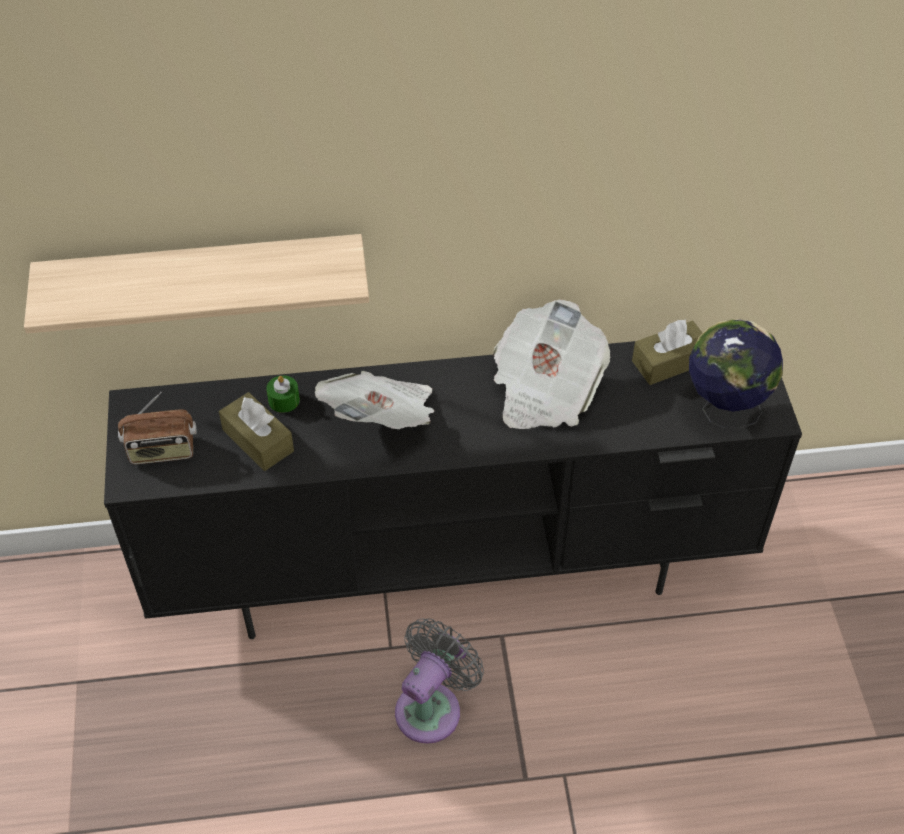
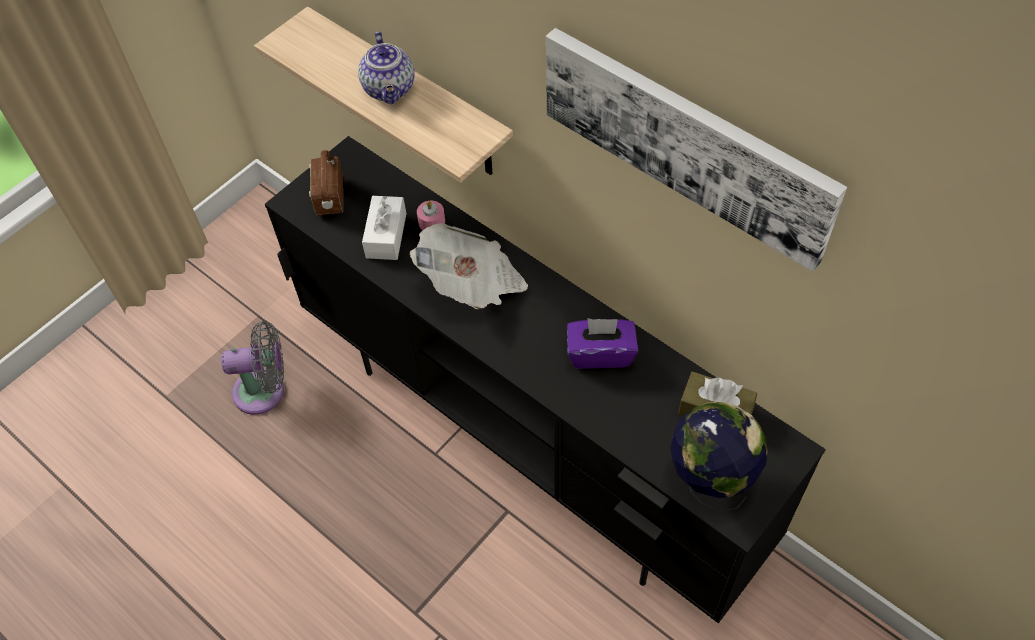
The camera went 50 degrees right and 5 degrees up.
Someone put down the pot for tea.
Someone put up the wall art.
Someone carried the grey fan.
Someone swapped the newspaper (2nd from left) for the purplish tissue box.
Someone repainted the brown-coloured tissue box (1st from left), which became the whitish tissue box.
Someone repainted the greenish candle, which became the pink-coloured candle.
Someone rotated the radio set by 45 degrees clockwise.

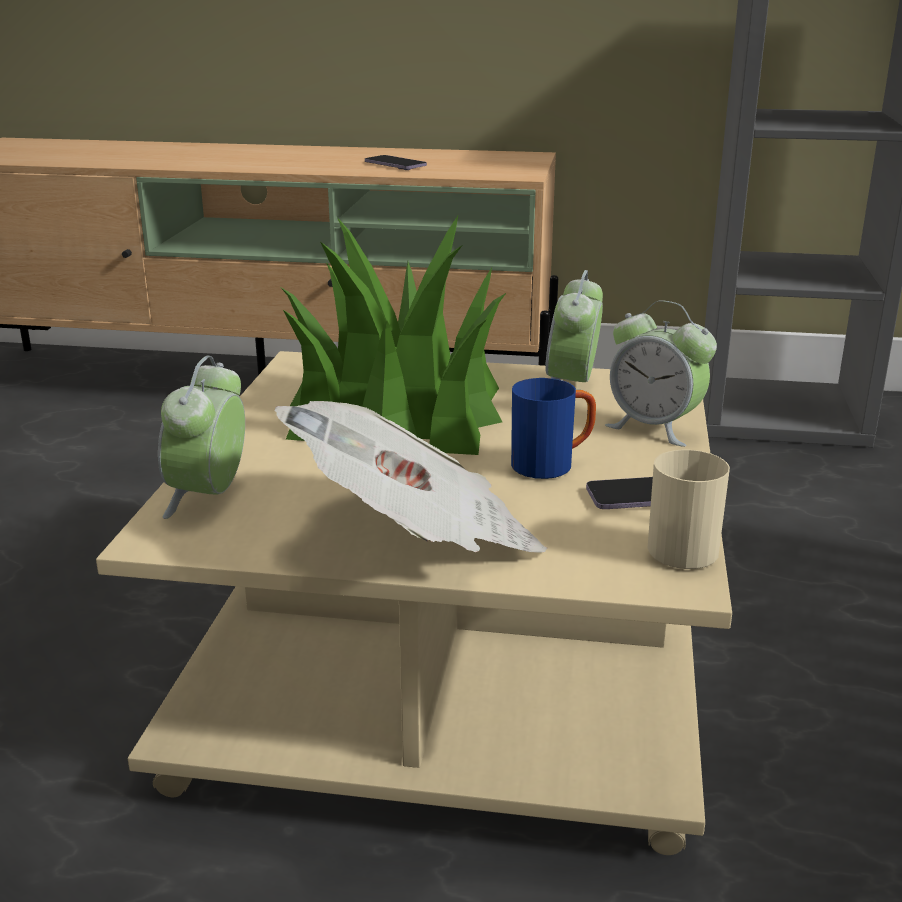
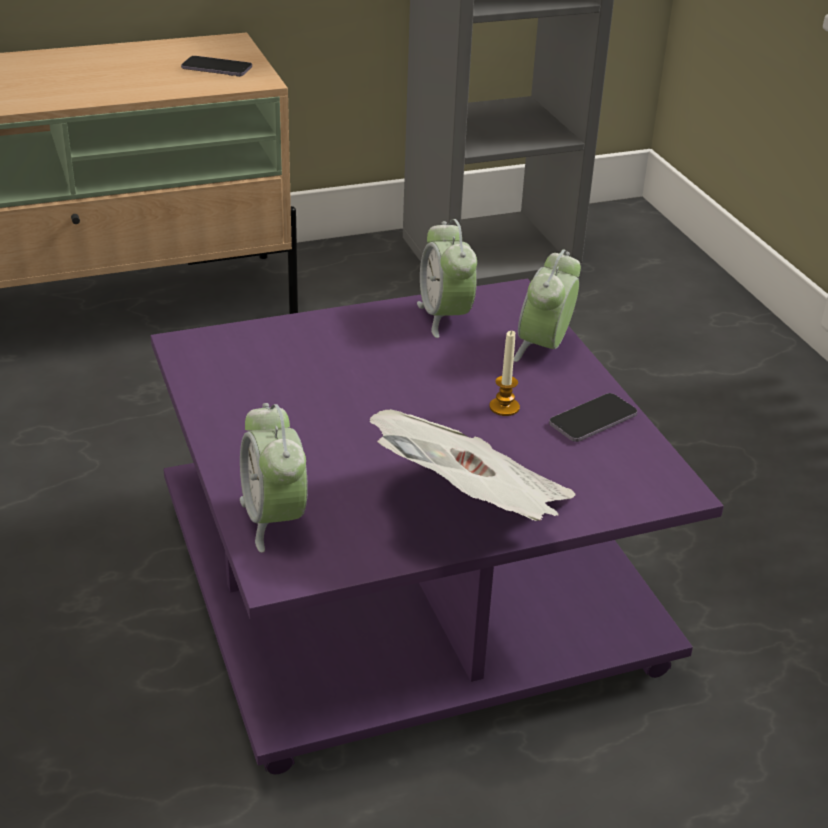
The camera went 30 degrees left and 10 degrees up.
Someone took away the houseplant.
Someone took away the beige-coloured mug.
Someone carried the handset (1st from left).
Someone swapped the blue mug for the candle.
Someone repainted the beige-coloured coffee table, which became the purplish coffee table.
Someone rotated the bedside clock (3rd from left) by 105 degrees clockwise.

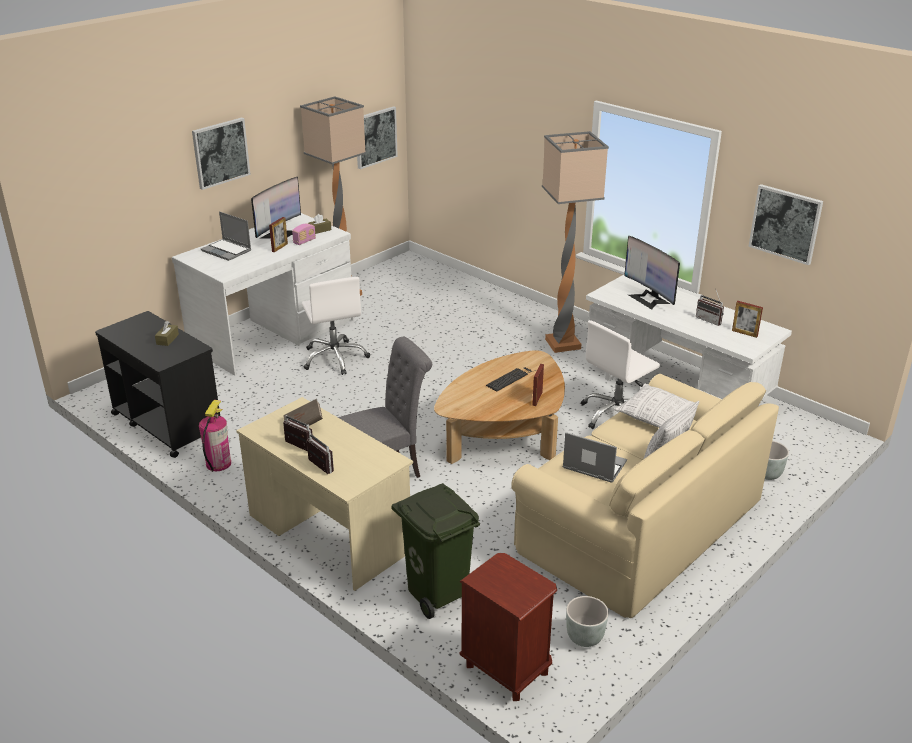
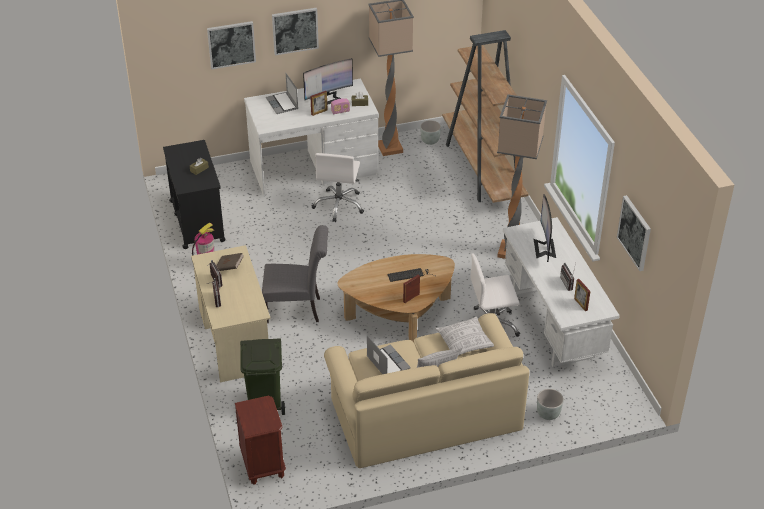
The camera went 30 degrees right and 10 degrees up.
Someone put down the brown-coloured bookshelf.
Someone carried the wall art (2nd from left in the first image).
Someone carried the grey planter (1st from left).

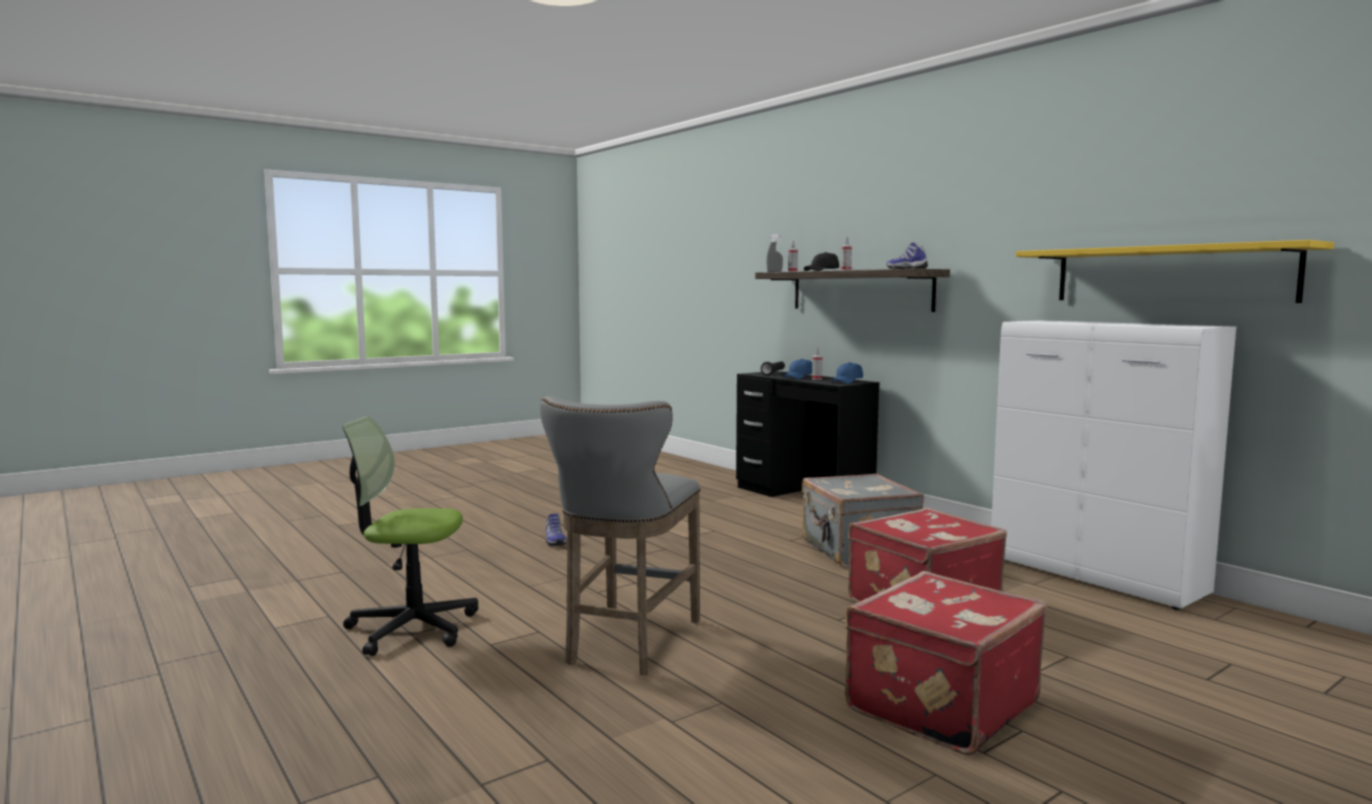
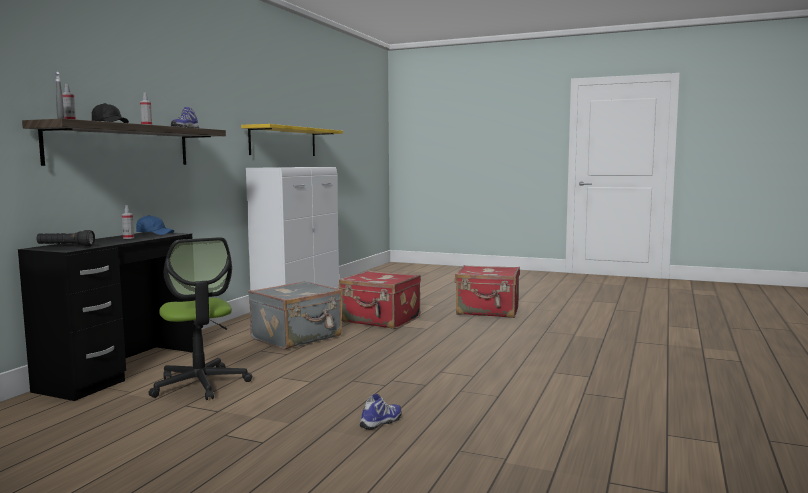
The camera went 120 degrees left and 0 degrees up.
Someone took away the grey sitting stool.
Someone took away the blue peaked cap (1st from left).
Someone carried the desk chair.

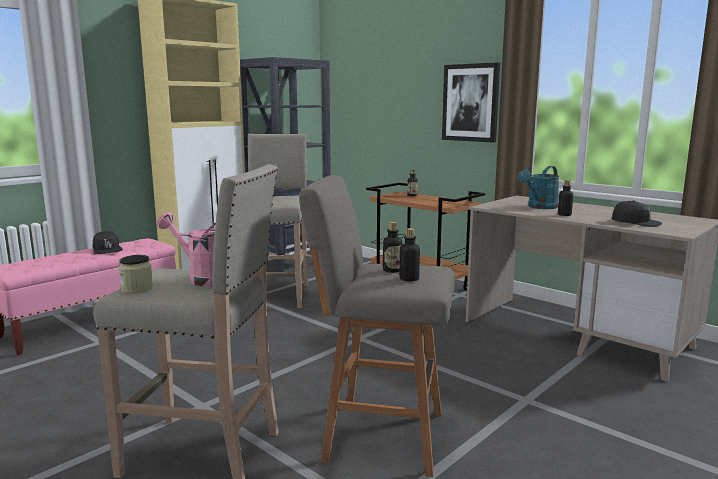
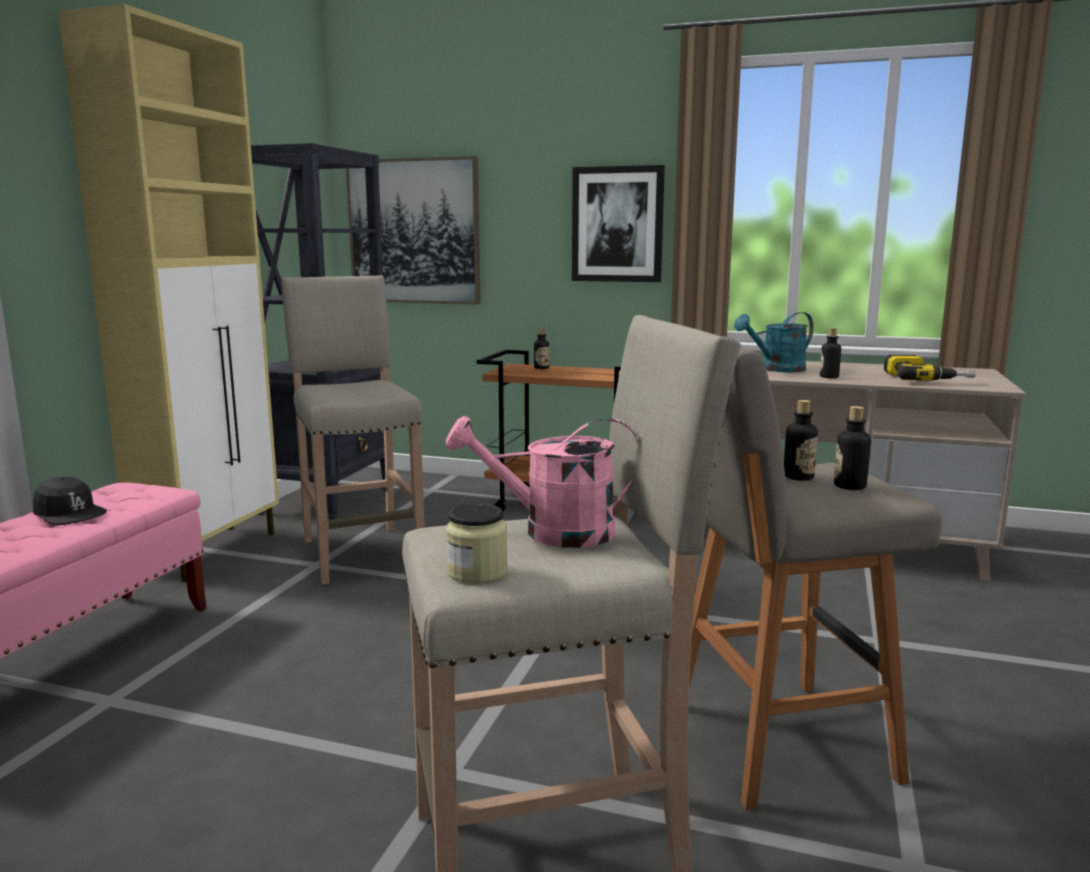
The camera went 25 degrees left and 0 degrees up.
Someone put up the wall art (1st from left).
Someone swapped the black-coloured peaked cap (2nd from left) for the drill.
Someone rotated the blue-green watering pot by 45 degrees clockwise.

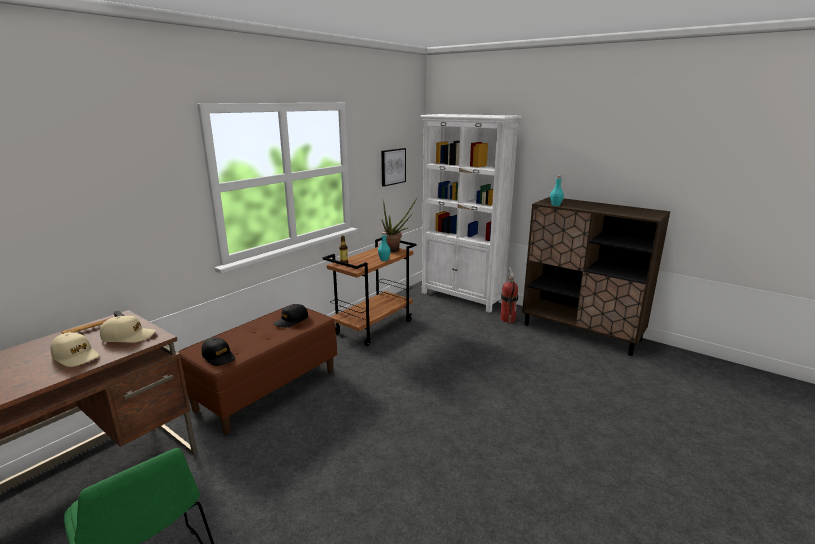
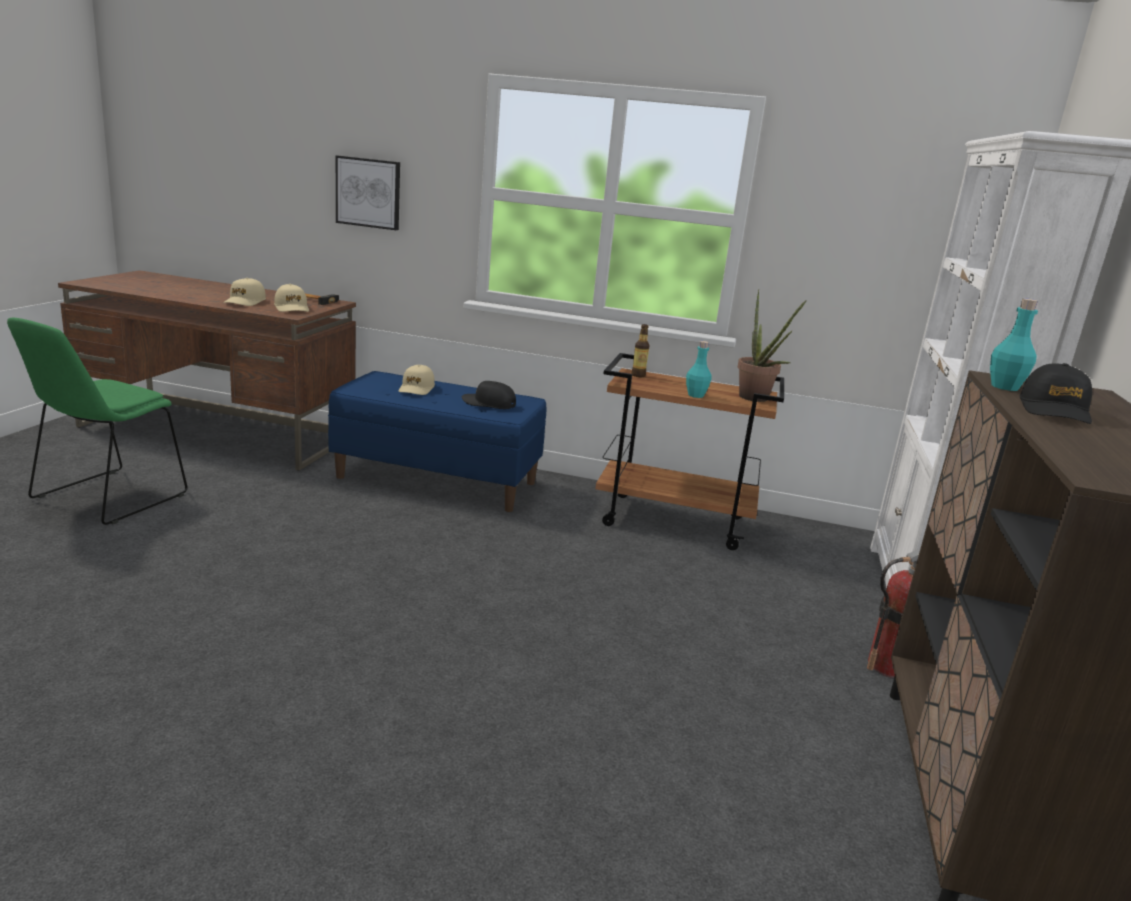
The camera went 65 degrees right and 0 degrees up.
Someone put down the beige-coloured peaked cap (3rd from left).
Someone carried the black-coloured peaked cap (1st from left in the first image).
Someone carried the wall art.
Someone repainted the brown-coloured bench, which became the blue bench.

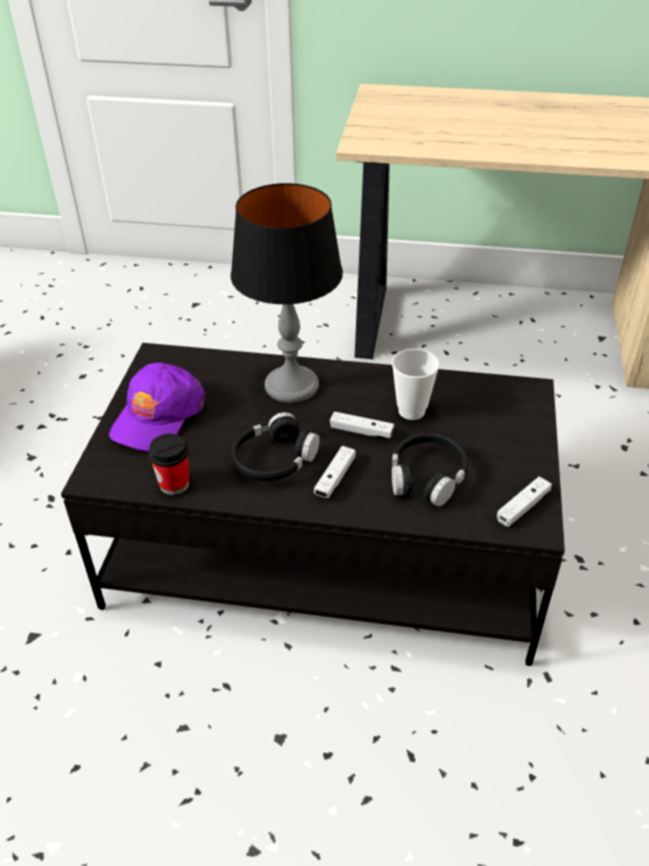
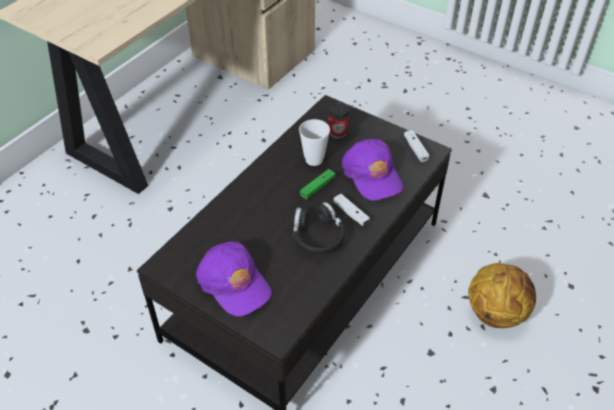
The camera went 65 degrees left and 5 degrees up.
Someone took away the lamp for a table.
Someone put down the ball for basketball.
Someone carried the drinking cup (1st from left in the first image).
Someone swapped the black-coloured pair of headphones (2nd from left) for the purplish peaked cap (2nd from left).
Someone repainted the whitish gamepad (2nd from left), which became the greenish gamepad.

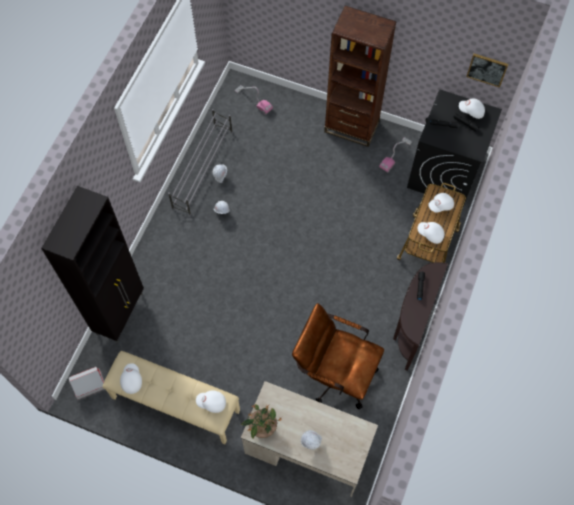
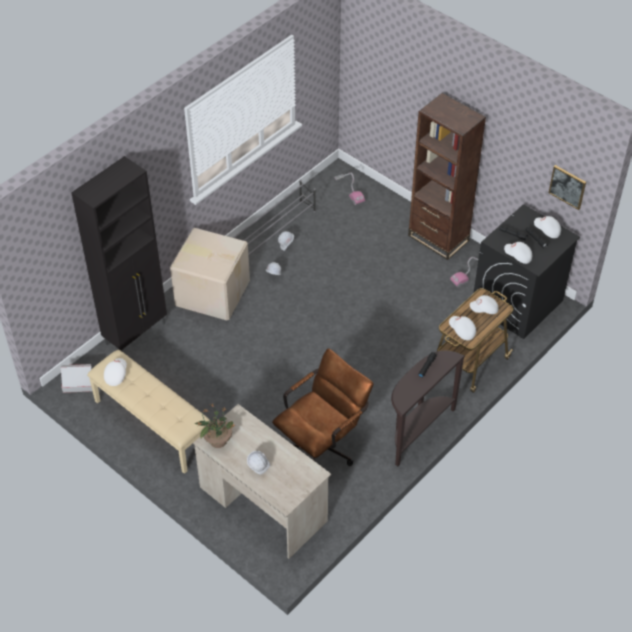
The camera went 20 degrees right and 15 degrees down.
Someone put down the cardboard box (2nd from left).
Someone carried the whitish peaked cap (2nd from left in the first image).
Someone rotated the brown-coloured desk chair by 90 degrees clockwise.

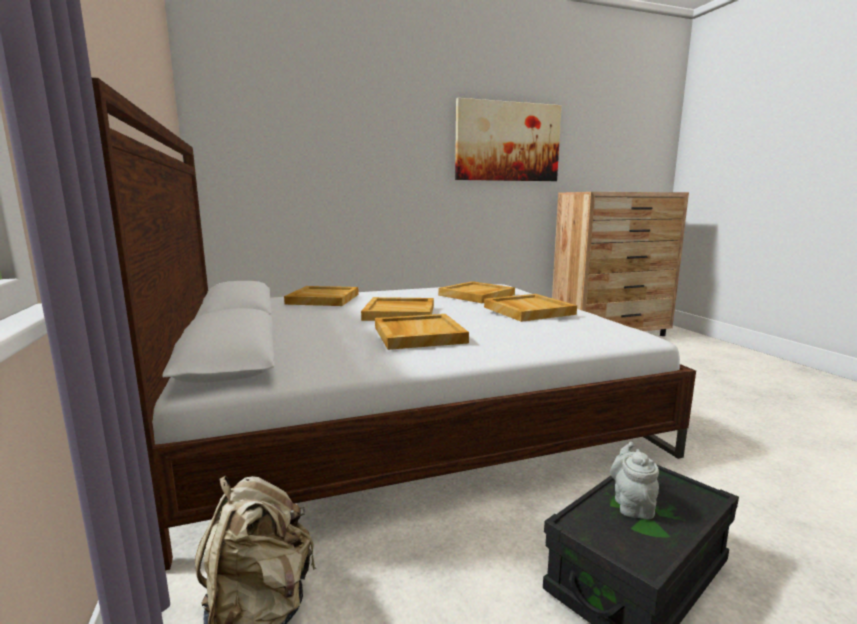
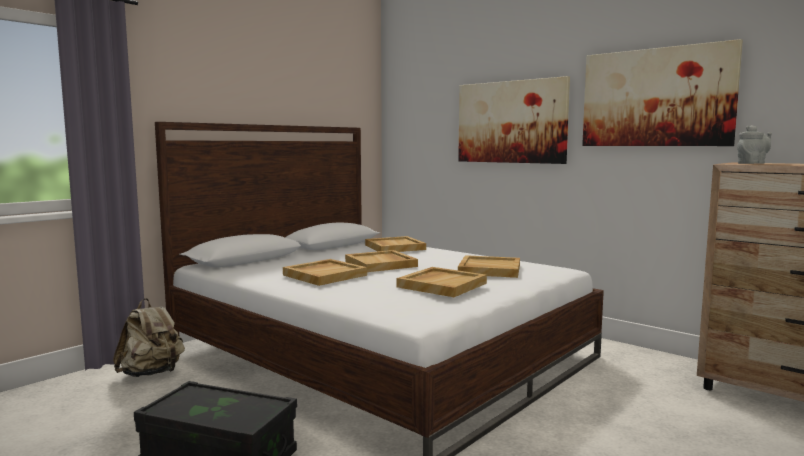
The camera went 60 degrees right and 5 degrees down.
Someone put up the wall art (1st from left).
Someone carried the grey pot for tea.

